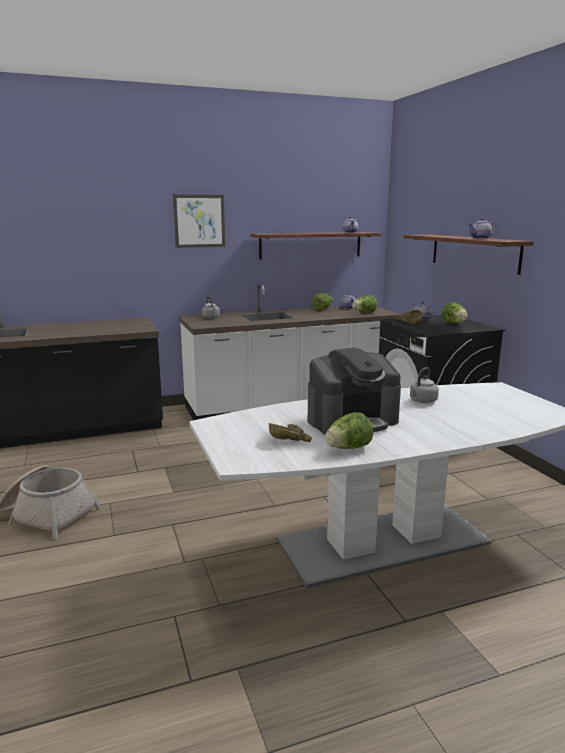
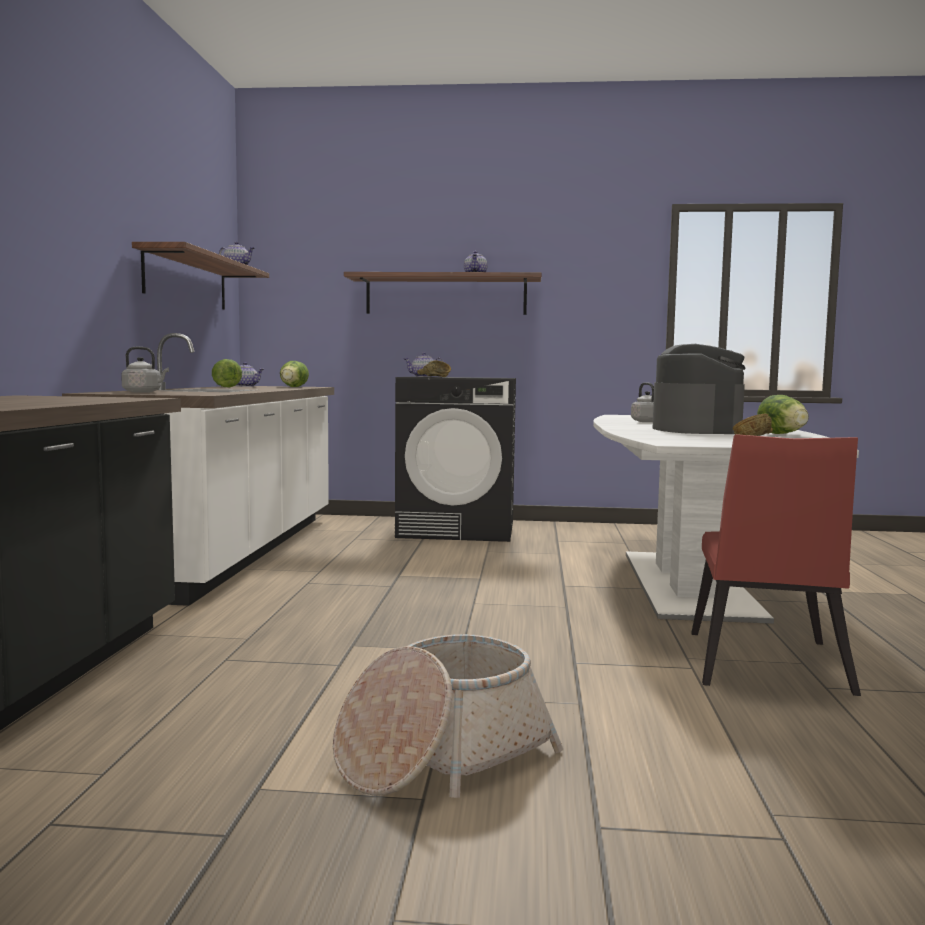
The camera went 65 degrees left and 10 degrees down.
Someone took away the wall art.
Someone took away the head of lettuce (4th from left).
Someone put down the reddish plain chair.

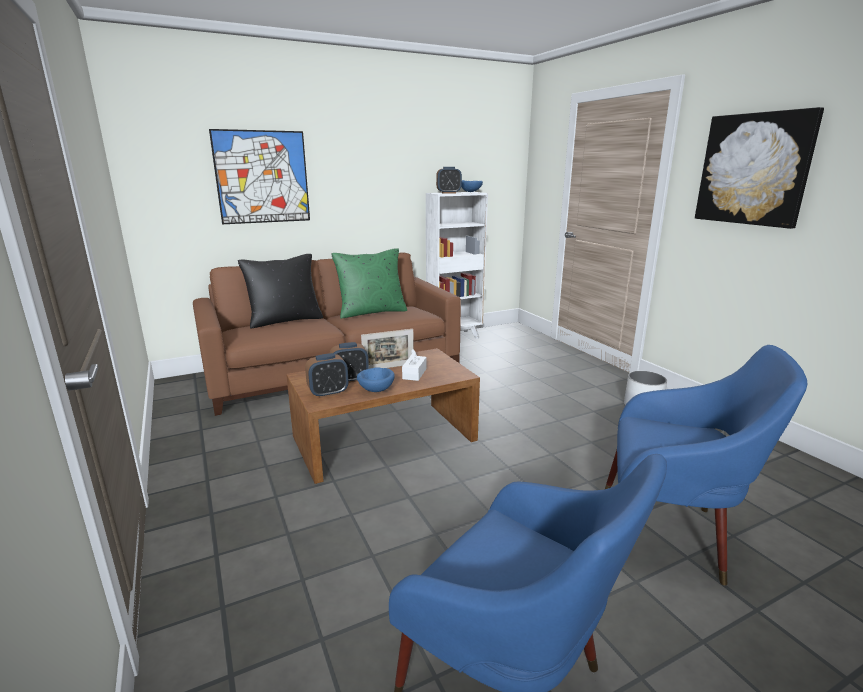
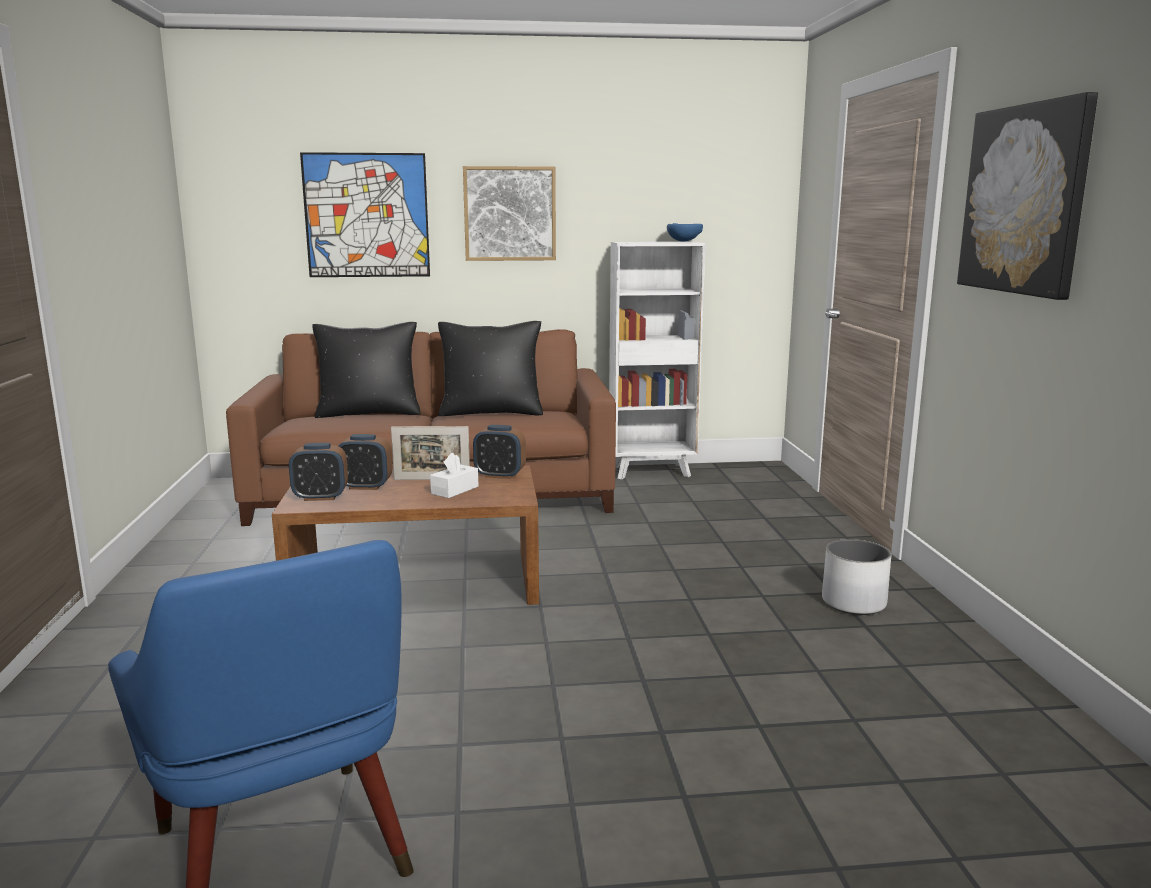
The camera went 20 degrees right and 5 degrees down.
Someone took away the blue deep dish (1st from left).
Someone took away the blue lounge chair (2nd from left).
Someone put up the wall art (2nd from left).
Someone carried the bedside clock (3rd from left).
Someone repainted the greenish throw pillow, which became the black-coloured throw pillow (2nd from left).

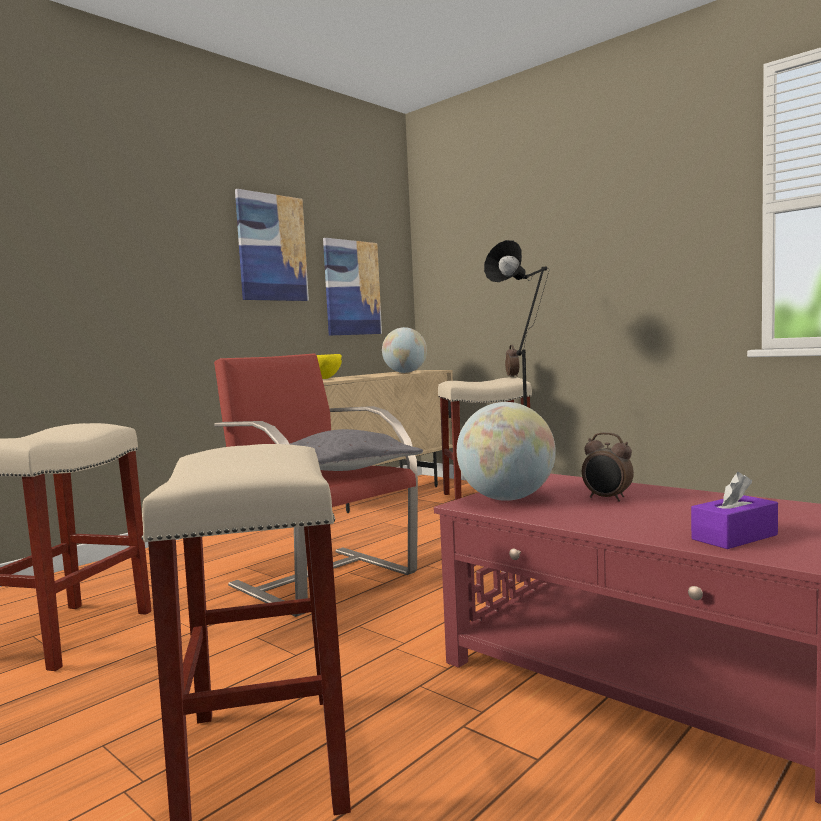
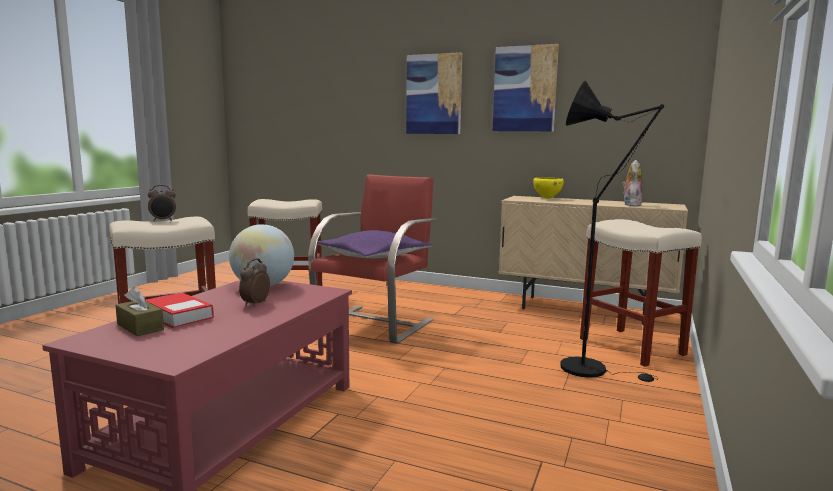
The camera went 70 degrees right and 5 degrees up.
Someone put down the book.
Someone carried the wall art (2nd from left in the first image).
Someone carried the bedside clock (1st from left).
Someone swapped the desk globe (1st from left) for the plush toy.
Someone repainted the grey throw pillow, which became the purplish throw pillow.
Someone repainted the purplish tissue box, which became the brown-coloured tissue box.

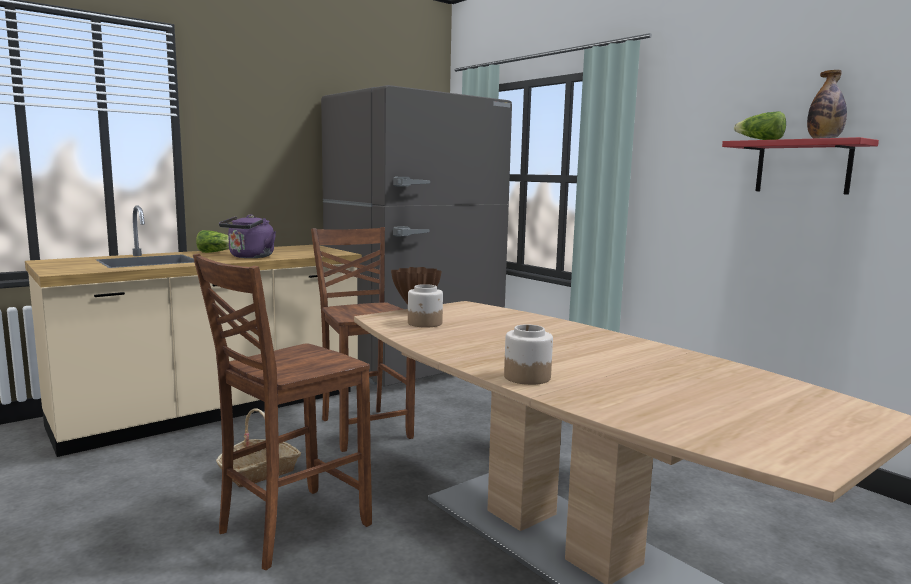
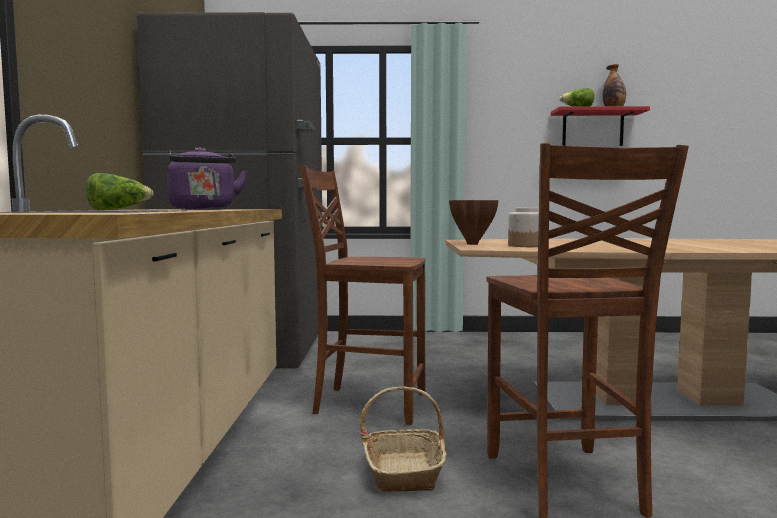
The camera went 50 degrees left and 5 degrees down.
Someone took away the storage jar (2nd from left).

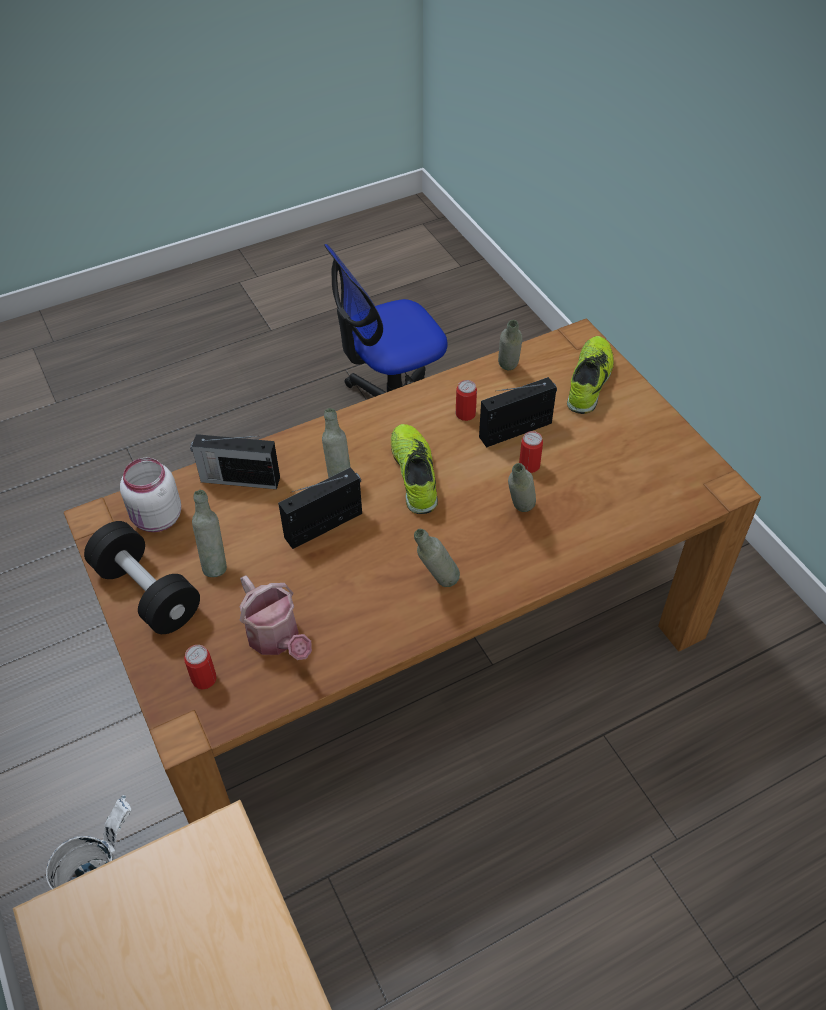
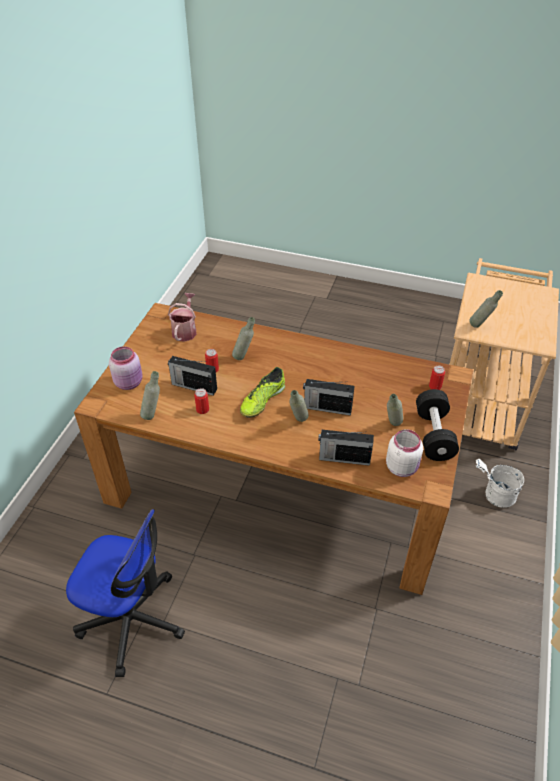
The camera went 135 degrees left and 5 degrees down.
Someone carried the watering pot.
Someone carried the grey beverage bottle (3rd from left in the first image).
Someone swapped the low shoe (2nd from left) for the pink-coloured storage jar.
Someone rotated the radio set (1st from left in the first image) by 135 degrees clockwise.

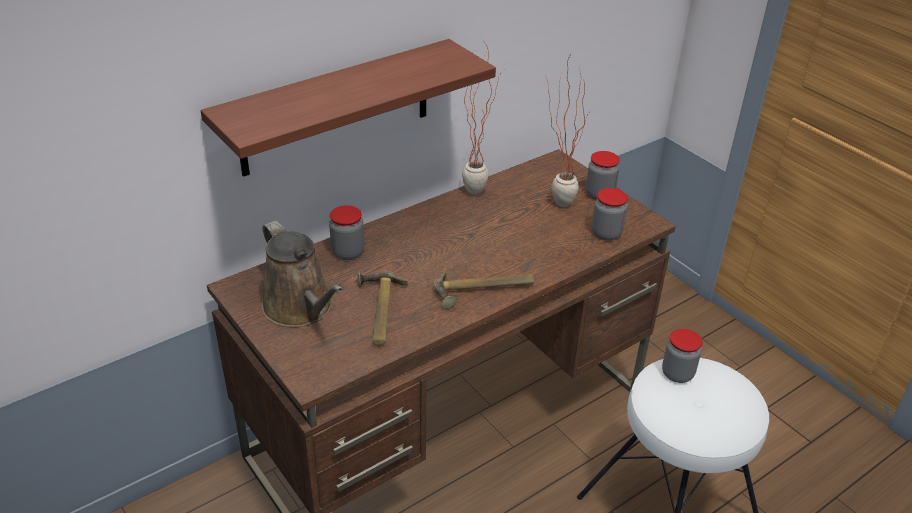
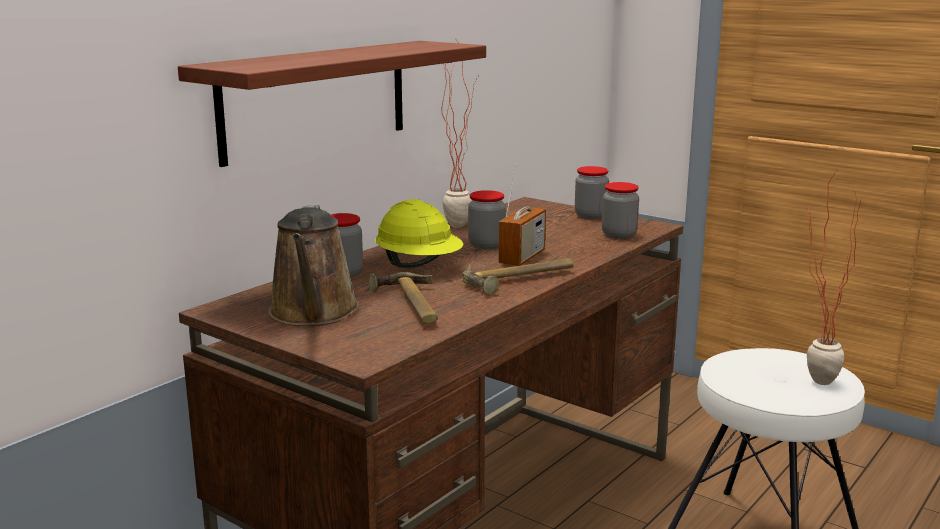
The camera went 15 degrees left and 20 degrees down.
Someone put down the yellow-coloured work helmet.
Someone put down the radio set.
Someone carried the houseplant (2nd from left).
Someone carried the storage jar (4th from left in the first image).
Someone rotated the brown-coloured watering pot by 45 degrees clockwise.

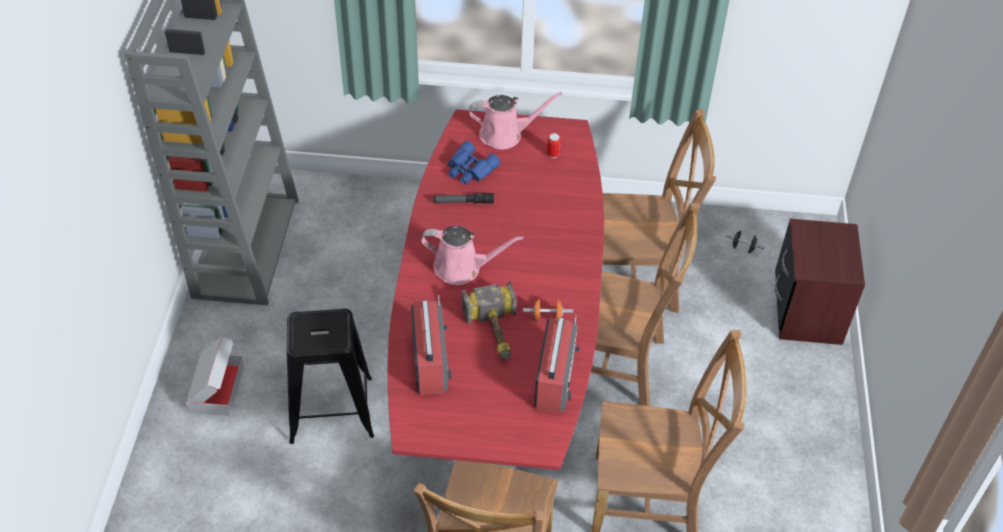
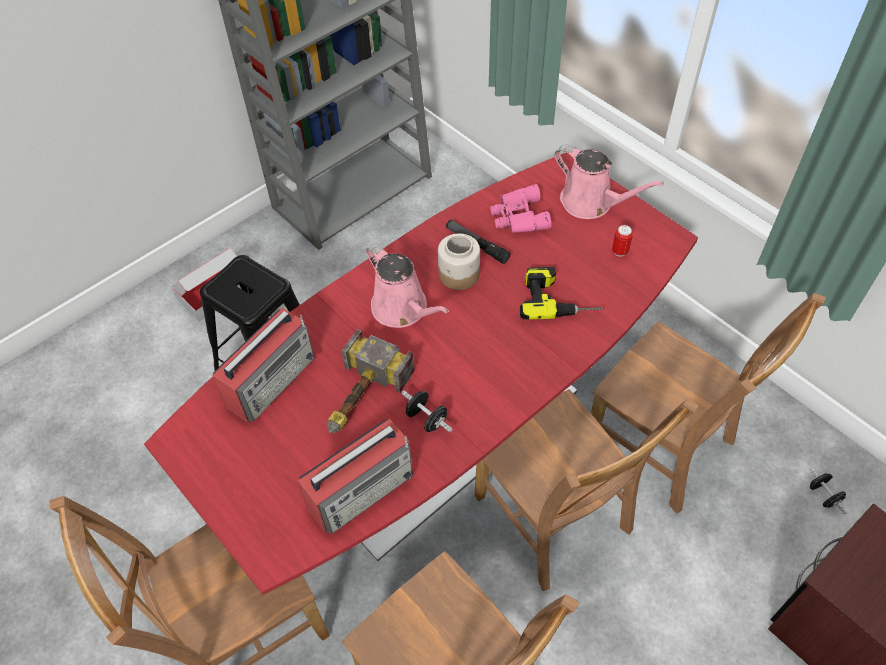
The camera went 45 degrees right and 5 degrees up.
Someone put down the storage jar.
Someone put down the drill.
Someone repainted the blue binoculars, which became the pink-coloured binoculars.
Someone repainted the orange-coloured dumbbell, which became the black-coloured dumbbell (1st from left).

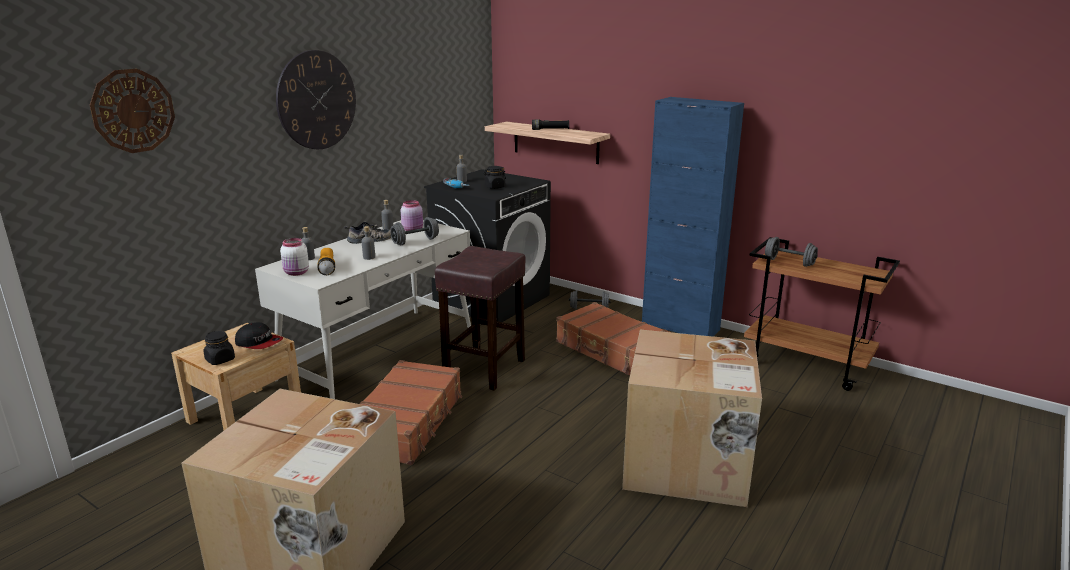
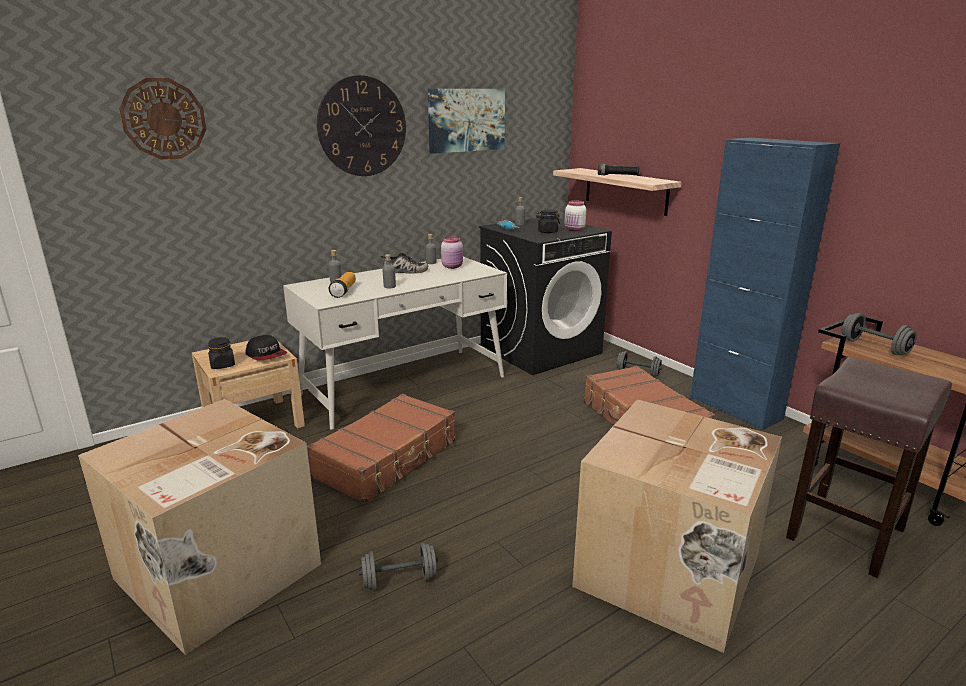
The camera went 20 degrees right and 0 degrees up.
Someone put up the wall art.
Someone carried the whitish storage jar.
Someone carried the grey dumbbell (1st from left).
Someone carried the brown-coloured sitting stool.

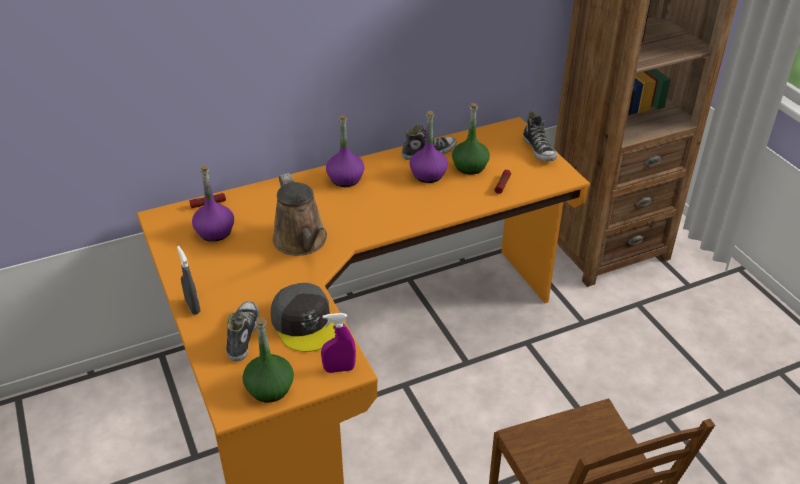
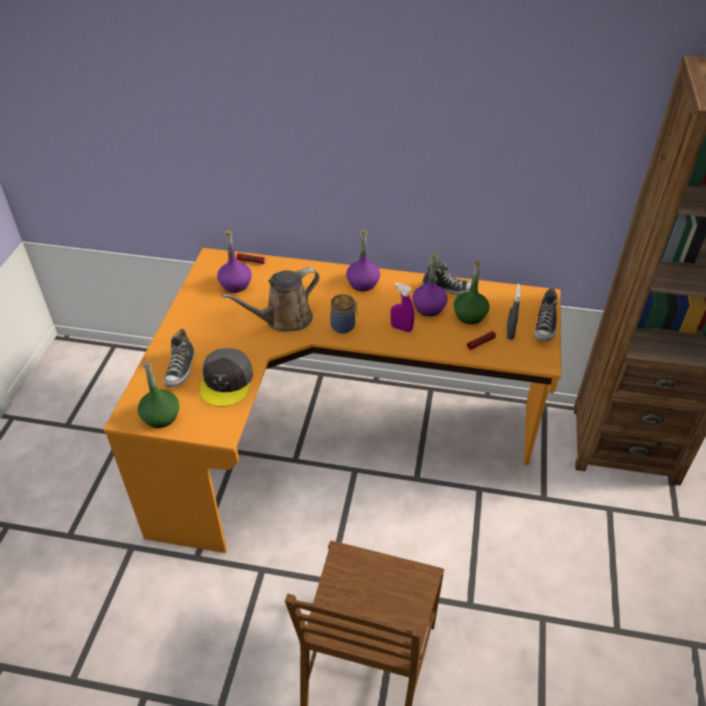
The camera went 35 degrees right and 5 degrees up.
Someone put down the storage jar.
Someone carried the grey hand sprayer.
Someone carried the purplish hand sprayer.
Someone rotated the low shoe (1st from left) by 150 degrees clockwise.
Someone rotated the brown-coloured watering pot by 45 degrees clockwise.

